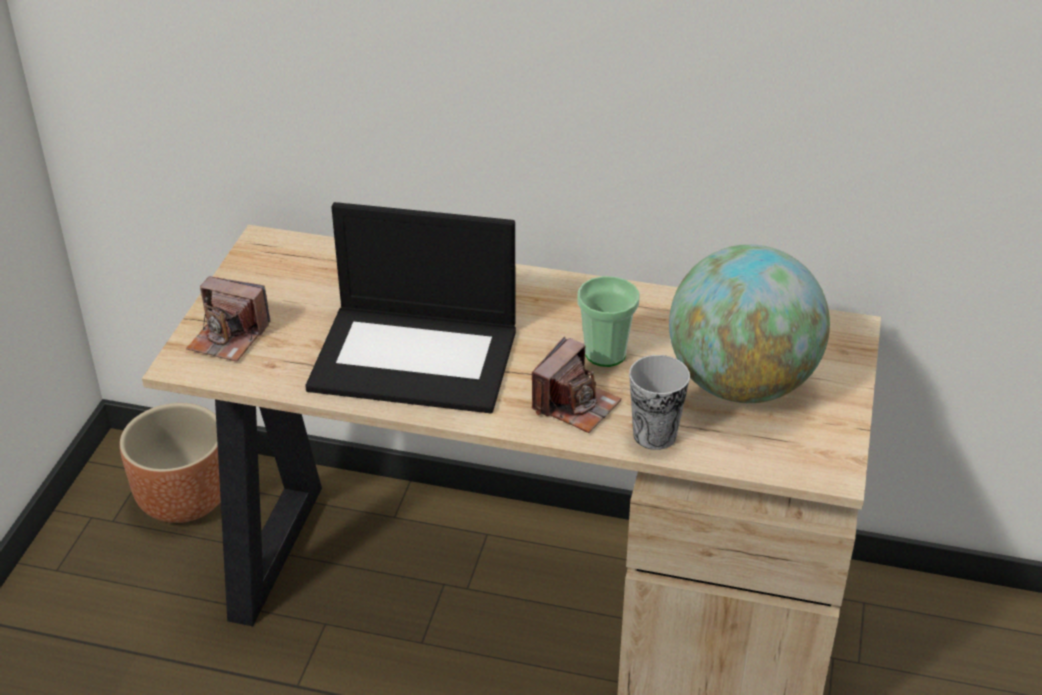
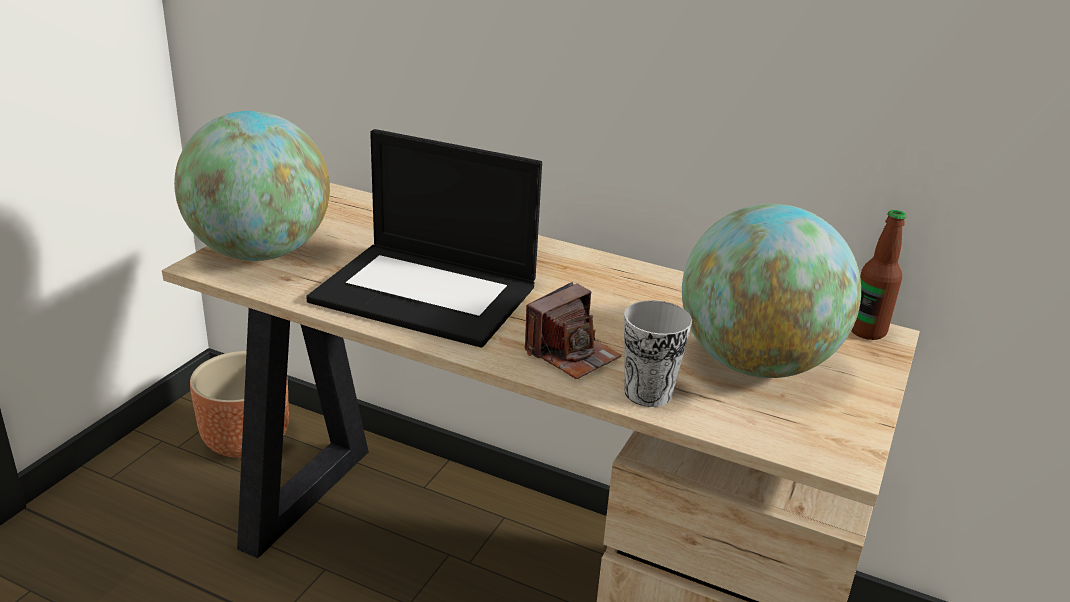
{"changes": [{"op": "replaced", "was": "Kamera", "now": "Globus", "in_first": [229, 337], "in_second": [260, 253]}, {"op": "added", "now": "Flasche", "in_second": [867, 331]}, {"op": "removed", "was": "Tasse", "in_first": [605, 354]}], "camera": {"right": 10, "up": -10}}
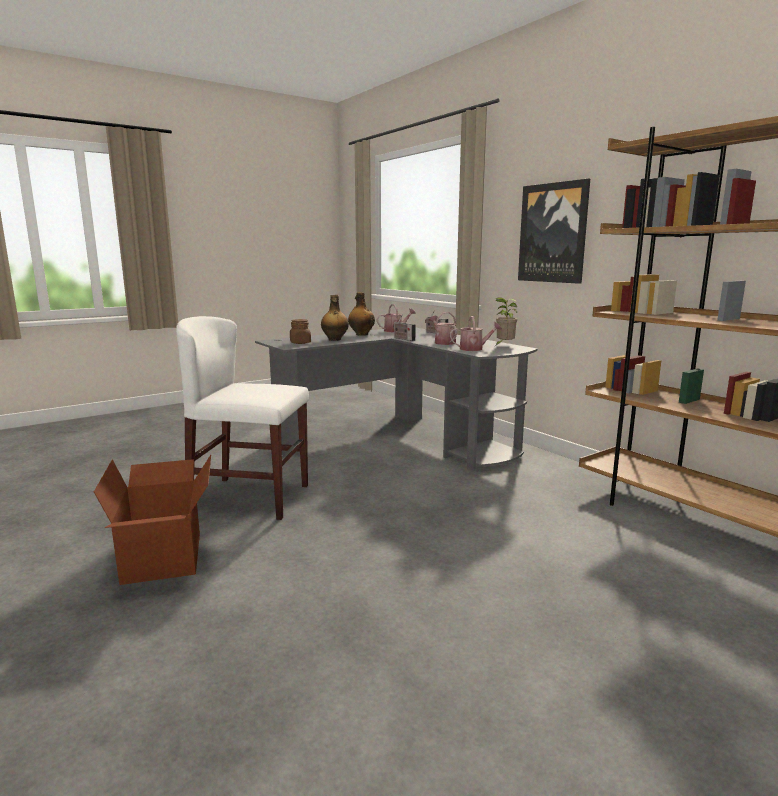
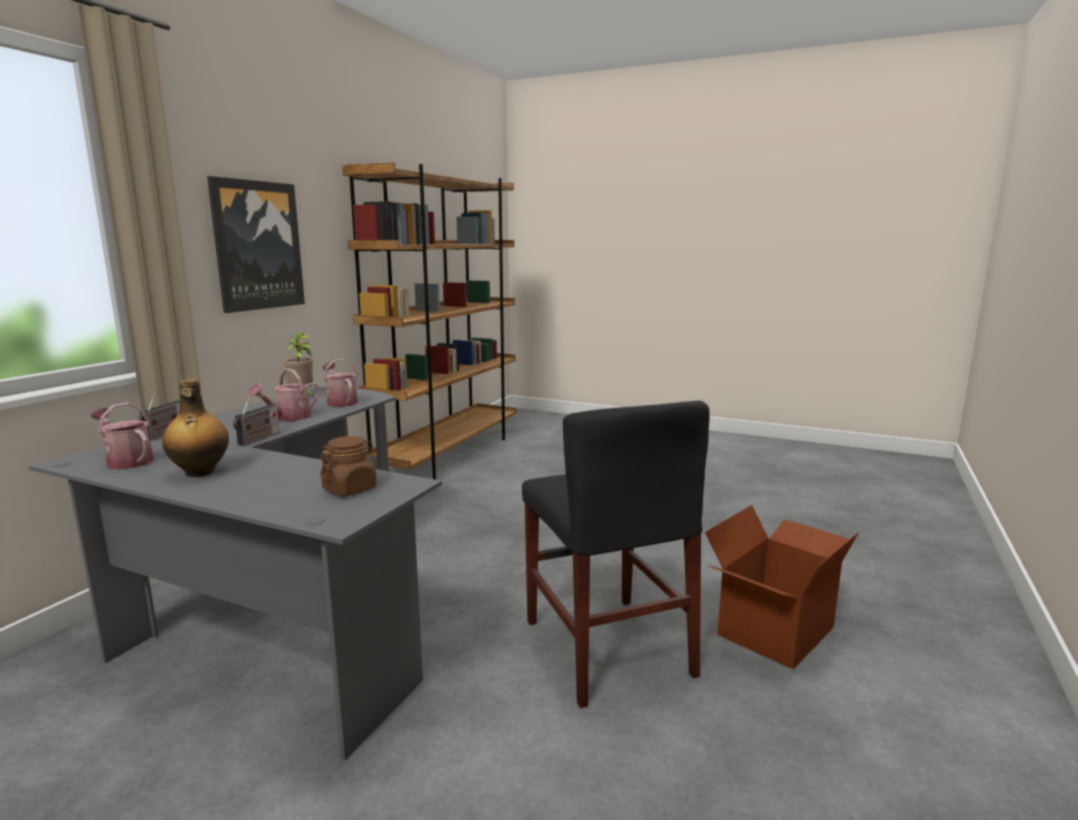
{"changes": [{"op": "recoloured", "was": "Stuhl (weiß)", "now": "Stuhl (schwarz)", "in_first": [250, 498], "in_second": [607, 647]}, {"op": "removed", "was": "Flasche", "in_first": [334, 339]}], "camera": {"right": -120, "up": 0}}
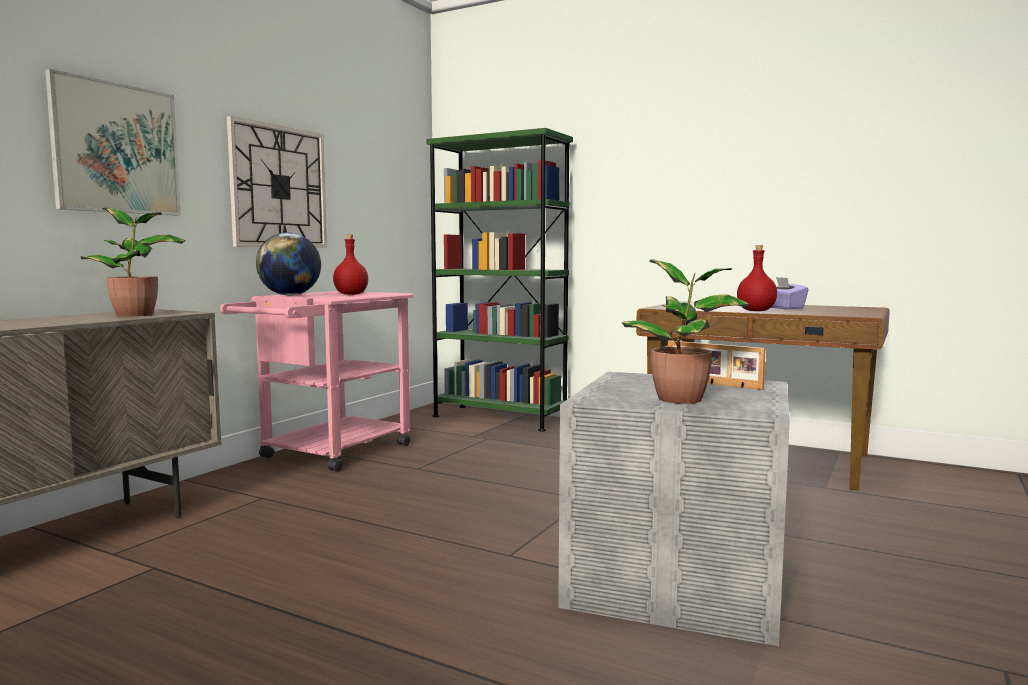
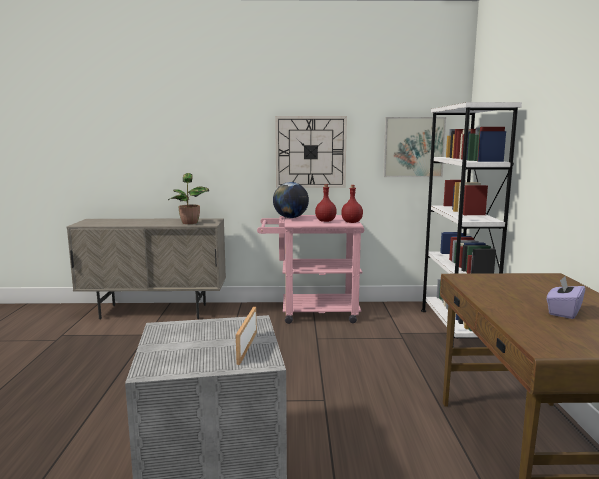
{"changes": [{"op": "moved", "was": "Flasche (rot)", "in_first": [756, 311], "in_second": [351, 222]}, {"op": "moved", "was": "Bild", "in_first": [116, 148], "in_second": [413, 147]}, {"op": "recoloured", "was": "Bücherregal (grün)", "now": "Bücherregal (weiß)", "in_first": [499, 418], "in_second": [455, 327]}, {"op": "removed", "was": "Topfpflanze", "in_first": [683, 399]}], "camera": {"right": 60, "up": 5}}
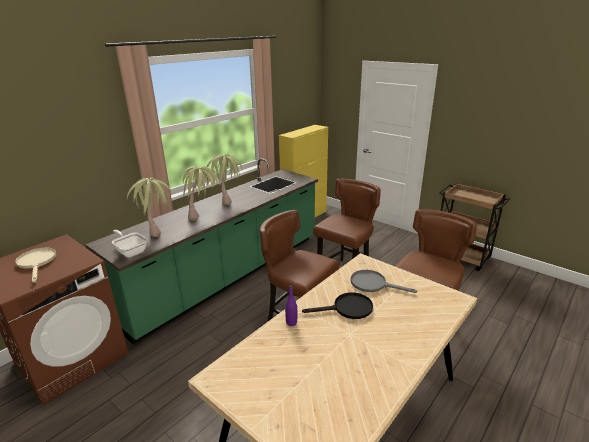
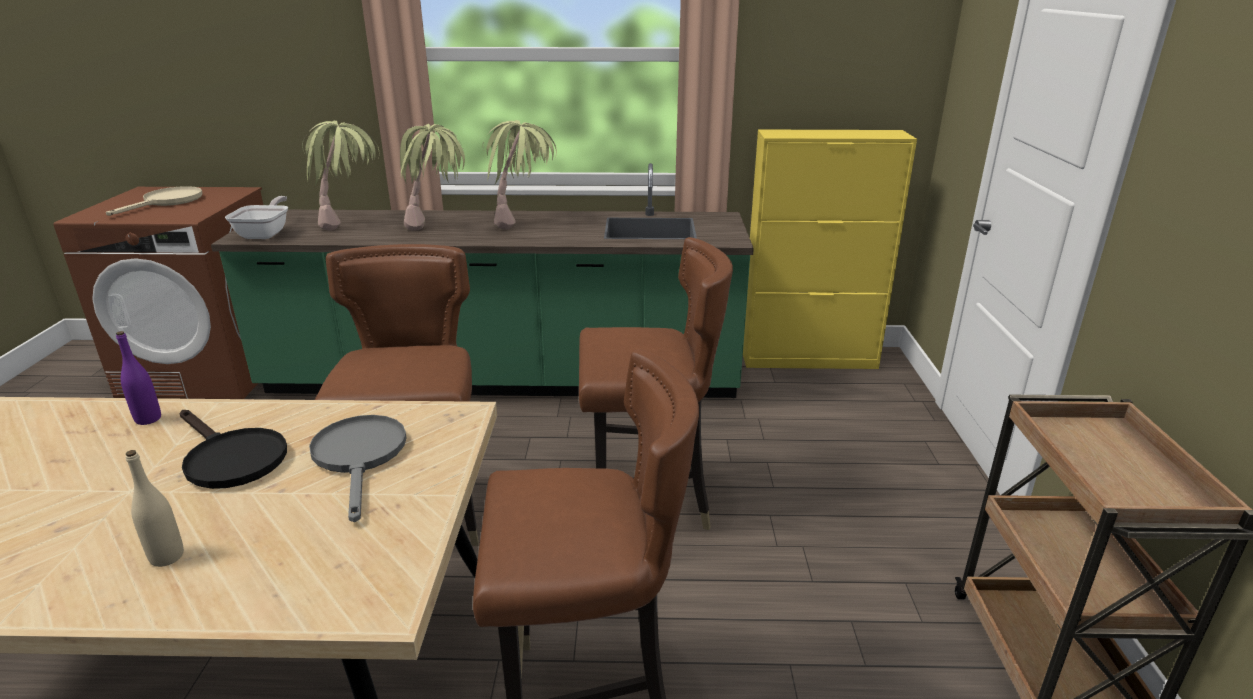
{"changes": [{"op": "added", "now": "Flasche (beige)", "in_second": [167, 557]}], "camera": {"right": 50, "up": 0}}
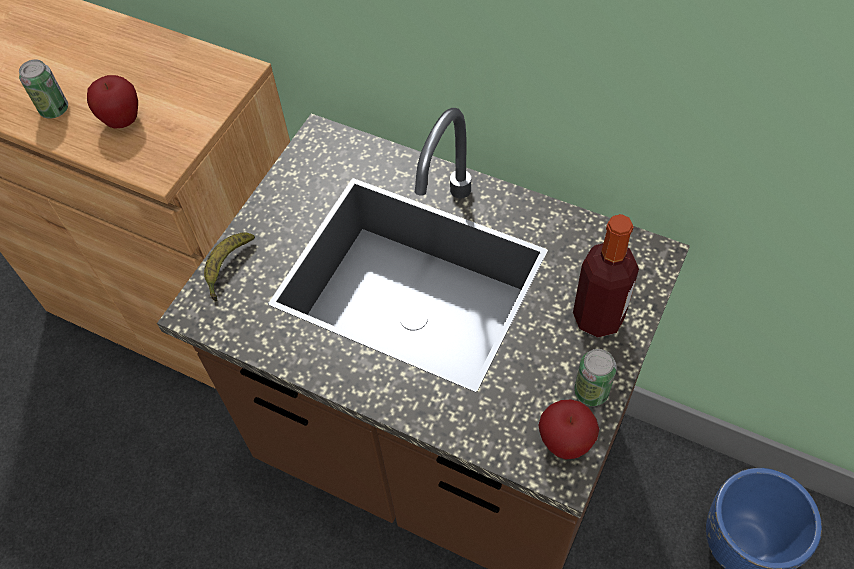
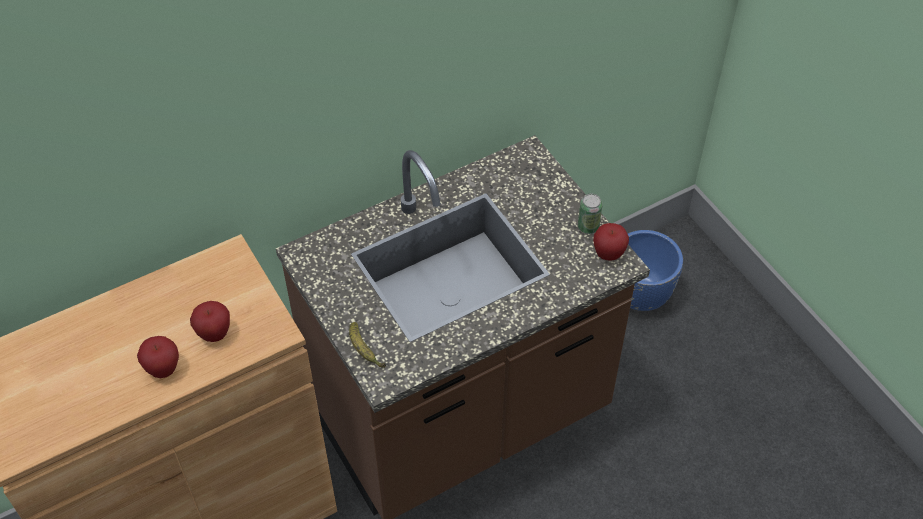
{"changes": [{"op": "replaced", "was": "Dose", "now": "Apfel", "in_first": [54, 109], "in_second": [163, 369]}, {"op": "removed", "was": "Flasche", "in_first": [598, 317]}], "camera": {"right": -60, "up": -5}}
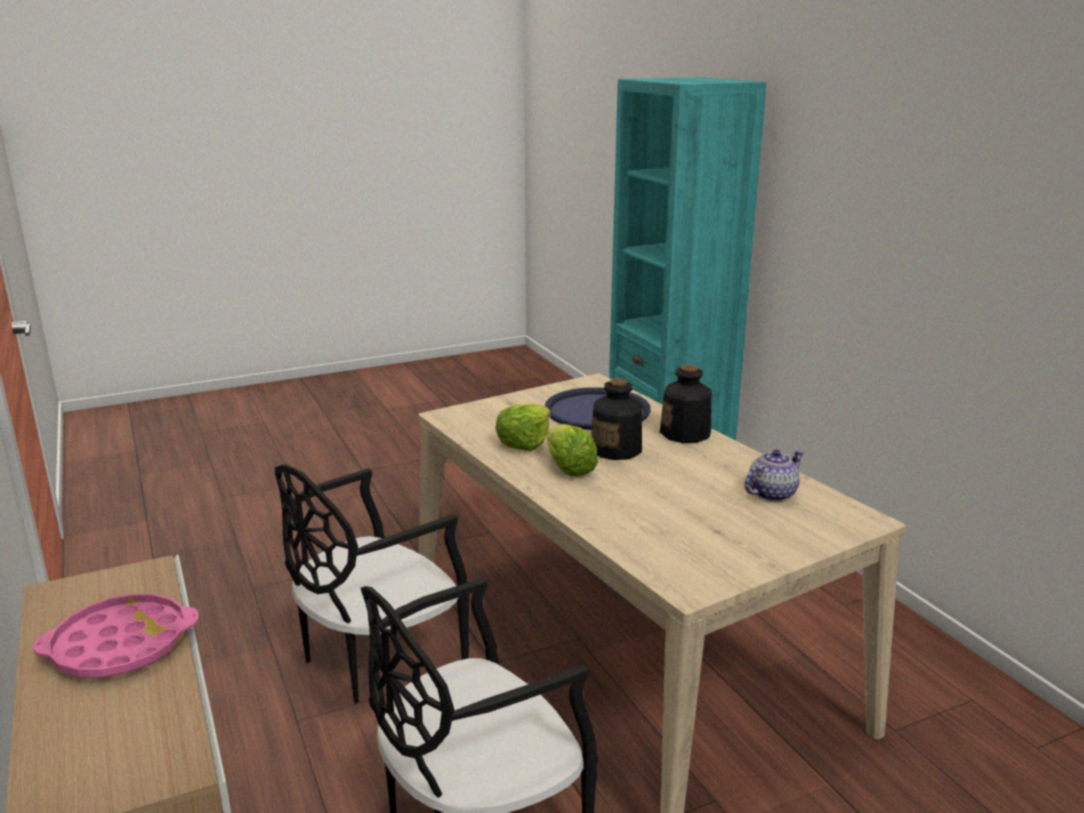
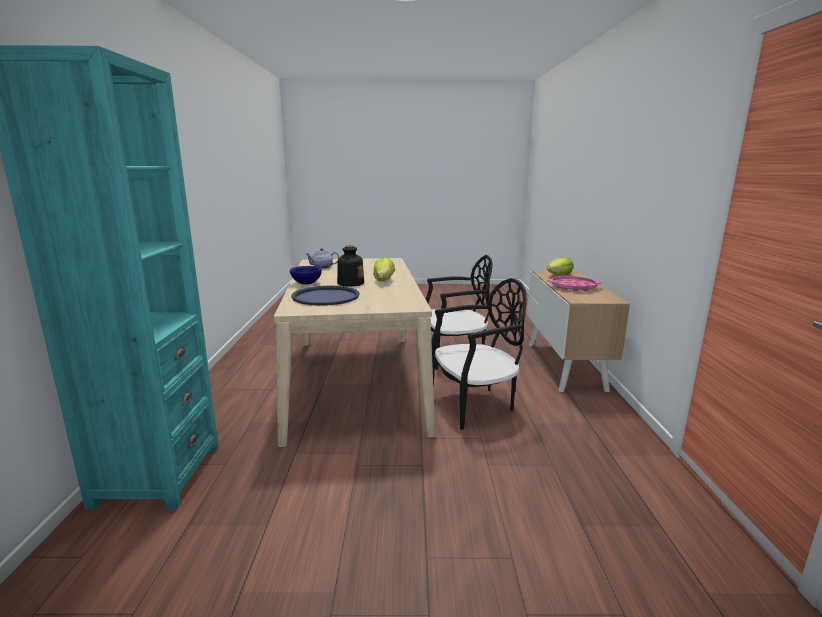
{"changes": [{"op": "replaced", "was": "Flasche", "now": "Schüssel (blau)", "in_first": [685, 433], "in_second": [306, 283]}, {"op": "moved", "was": "Salatkopf", "in_first": [524, 443], "in_second": [559, 275]}], "camera": {"right": -155, "up": -5}}
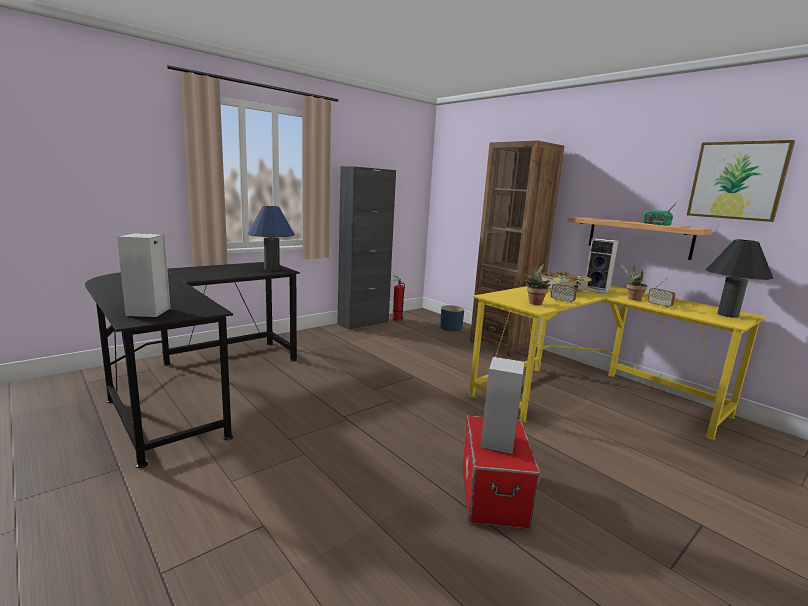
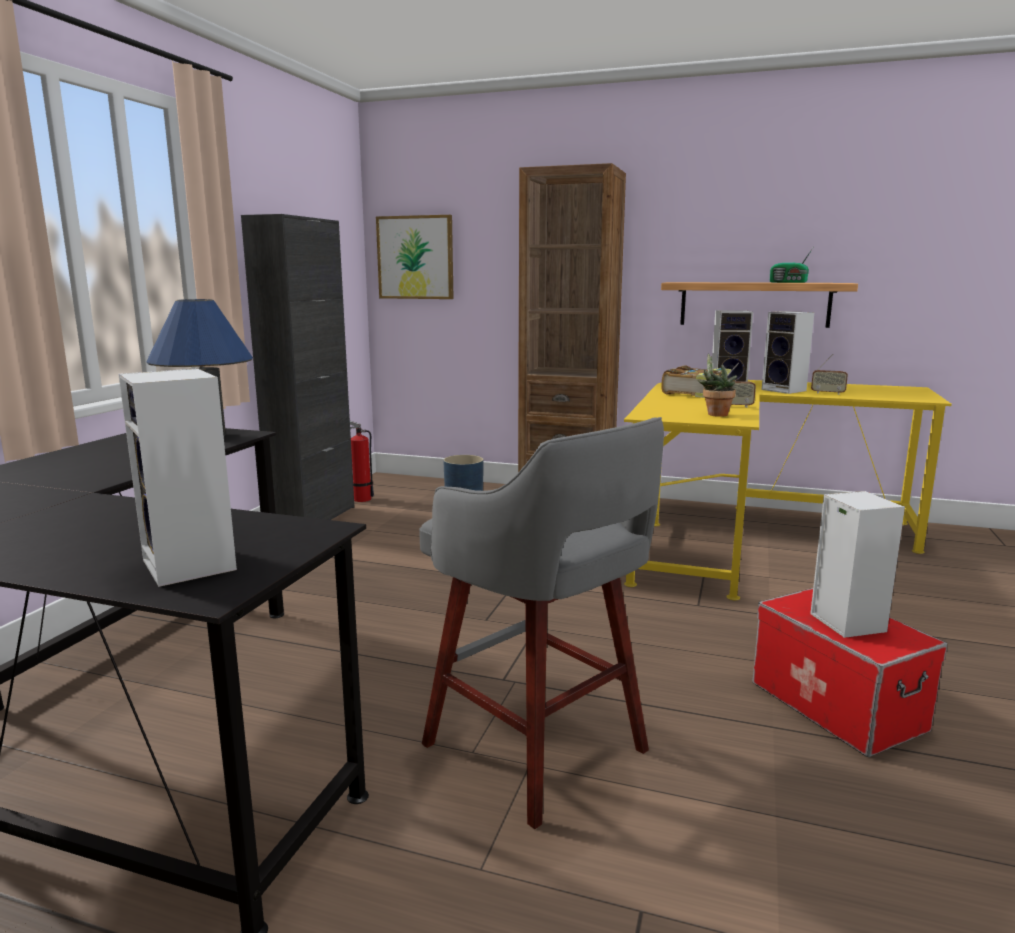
{"changes": [{"op": "moved", "was": "Bild", "in_first": [737, 180], "in_second": [415, 257]}, {"op": "added", "now": "Hocker (grau)", "in_second": [539, 751]}, {"op": "replaced", "was": "Topfpflanze", "now": "Lautsprecher", "in_first": [632, 299], "in_second": [785, 390]}, {"op": "removed", "was": "Tischlampe (schwarz)", "in_first": [727, 315]}], "camera": {"right": -30, "up": 0}}
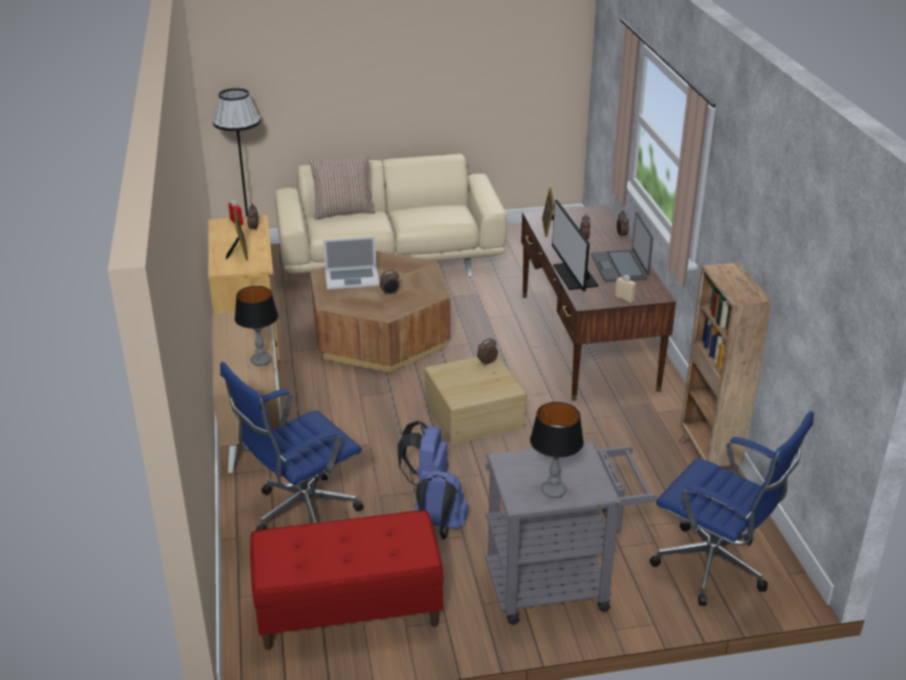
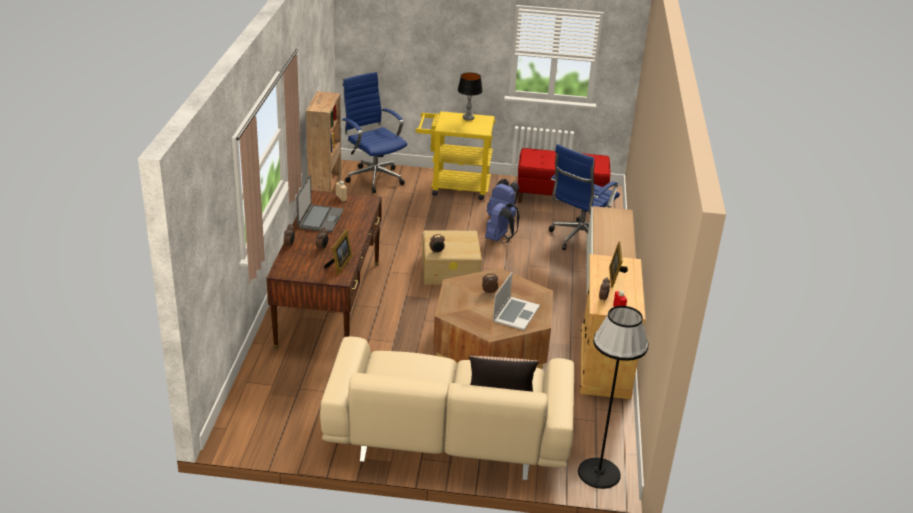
{"changes": [{"op": "recoloured", "was": "Rollwagen (grau)", "now": "Rollwagen (gelb)", "in_first": [559, 584], "in_second": [454, 187]}, {"op": "turned", "was": "Laptop", "in_first": [352, 278], "in_second": [515, 313], "clockwise": 105}, {"op": "turned", "was": "Bürostuhl (blau)", "in_first": [301, 514], "in_second": [578, 239], "clockwise": 150}, {"op": "removed", "was": "Tischlampe", "in_first": [261, 361]}, {"op": "removed", "was": "Monitor", "in_first": [574, 276]}], "camera": {"right": -165, "up": 0}}
